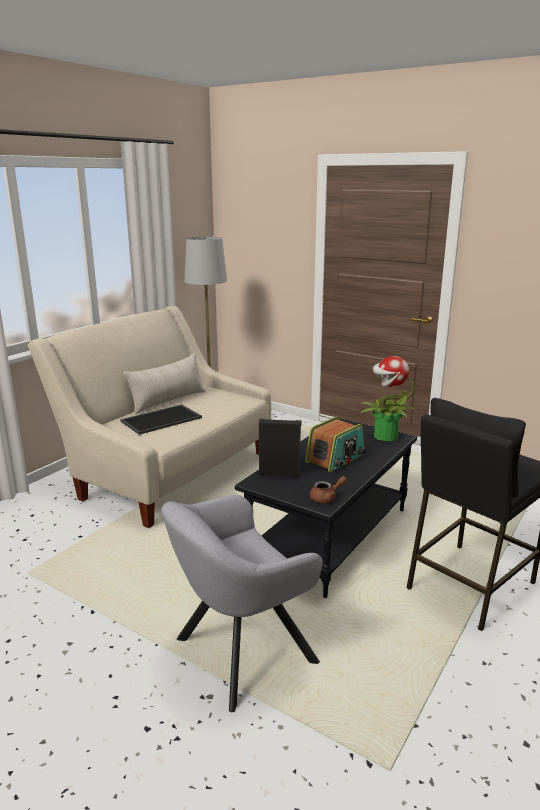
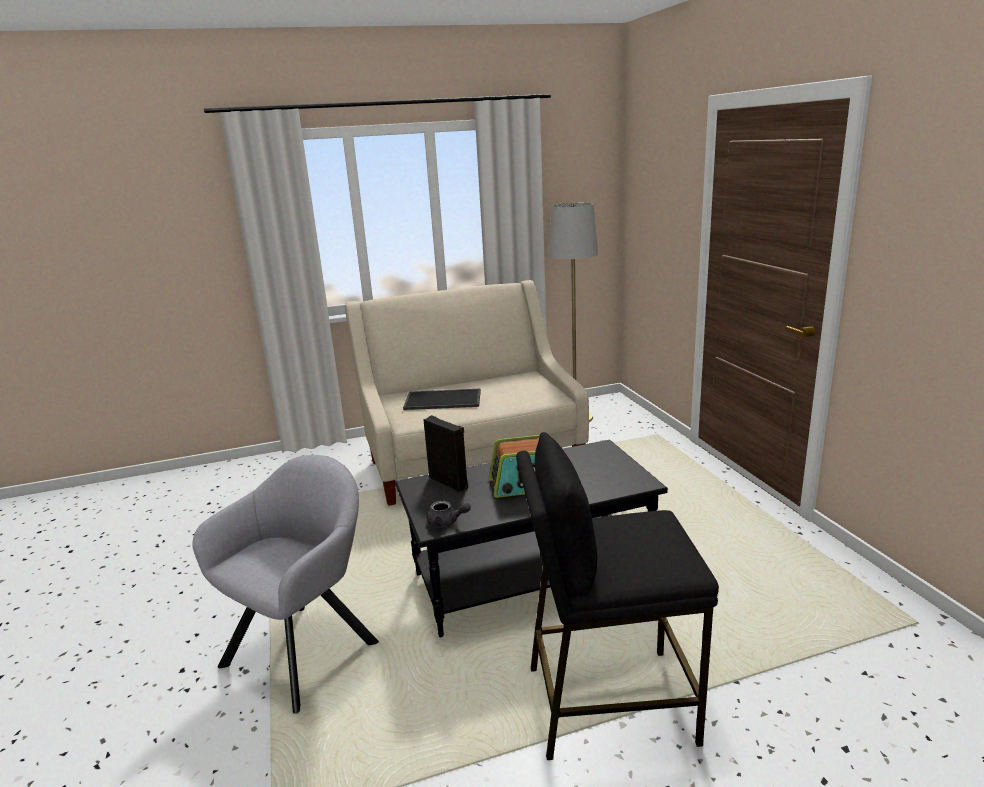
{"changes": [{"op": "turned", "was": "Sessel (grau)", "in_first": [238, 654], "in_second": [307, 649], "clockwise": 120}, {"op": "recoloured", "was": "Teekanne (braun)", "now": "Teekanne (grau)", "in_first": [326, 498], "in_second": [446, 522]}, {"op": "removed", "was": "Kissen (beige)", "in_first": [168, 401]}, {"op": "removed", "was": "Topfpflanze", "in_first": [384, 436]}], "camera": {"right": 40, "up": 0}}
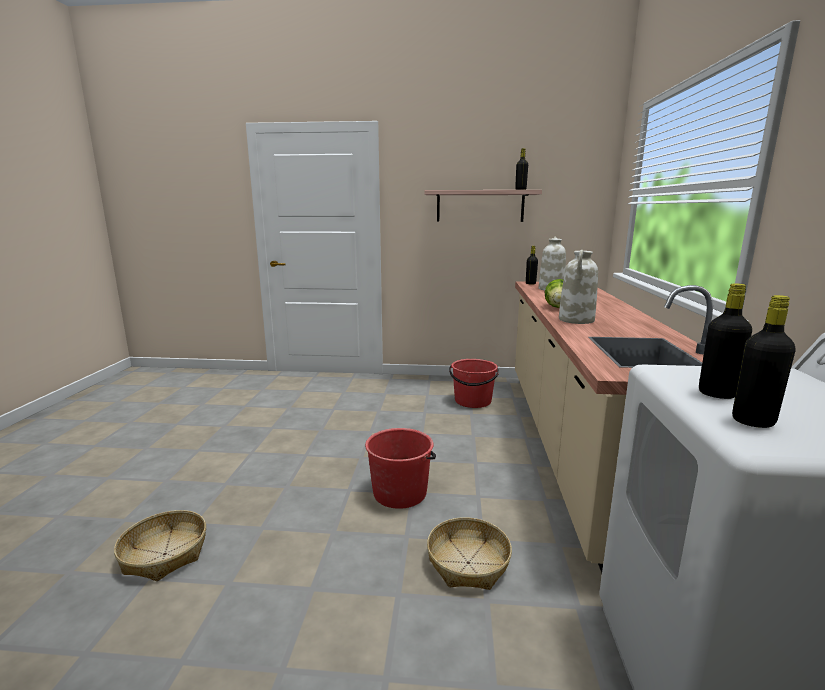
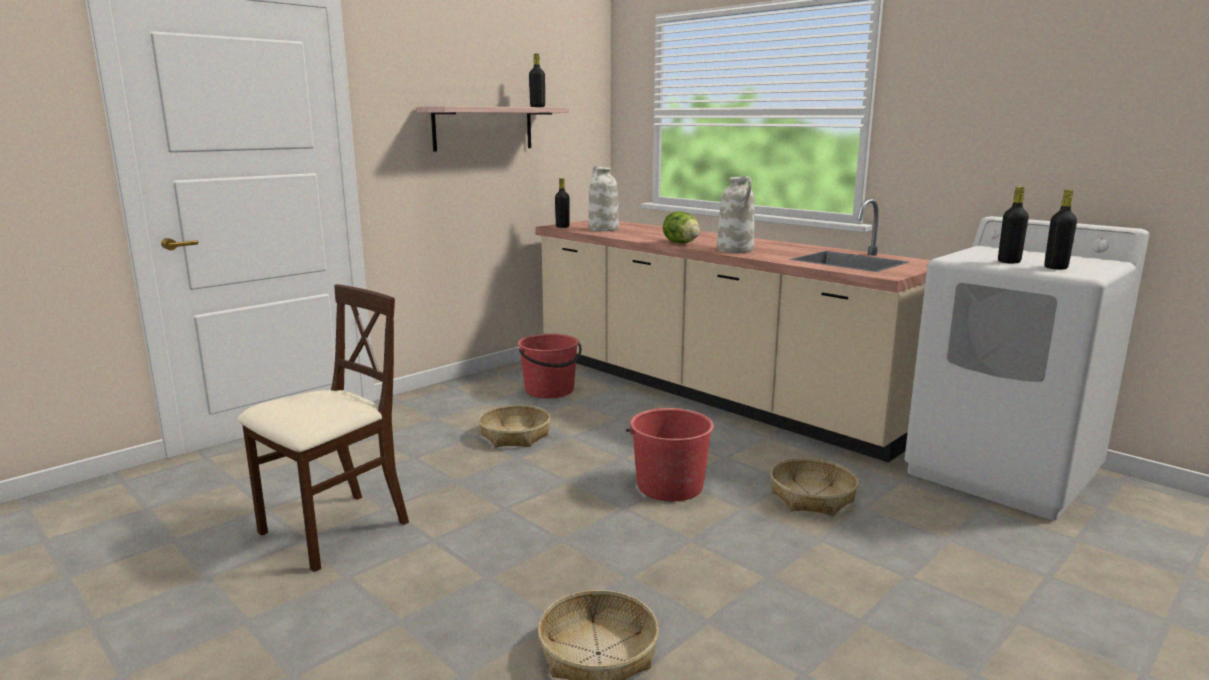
{"changes": [{"op": "added", "now": "Stuhl (beige)", "in_second": [334, 530]}, {"op": "added", "now": "Korb", "in_second": [515, 435]}], "camera": {"right": -50, "up": 0}}
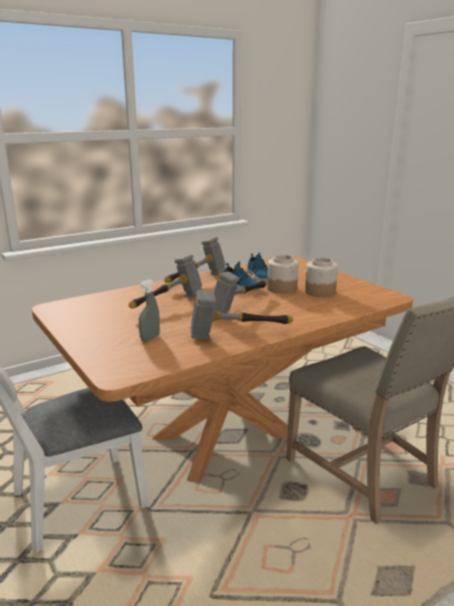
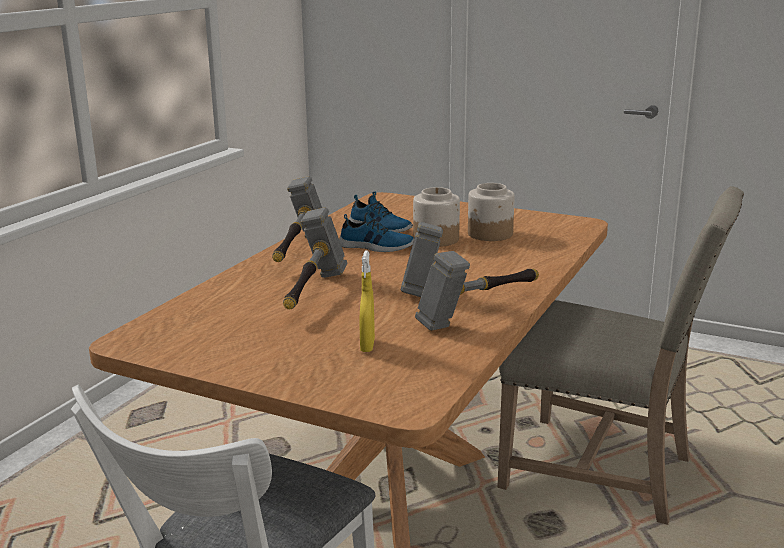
{"changes": [{"op": "recoloured", "was": "Sprühflasche (grau)", "now": "Sprühflasche (gelb)", "in_first": [150, 338], "in_second": [367, 346]}], "camera": {"right": -30, "up": 0}}
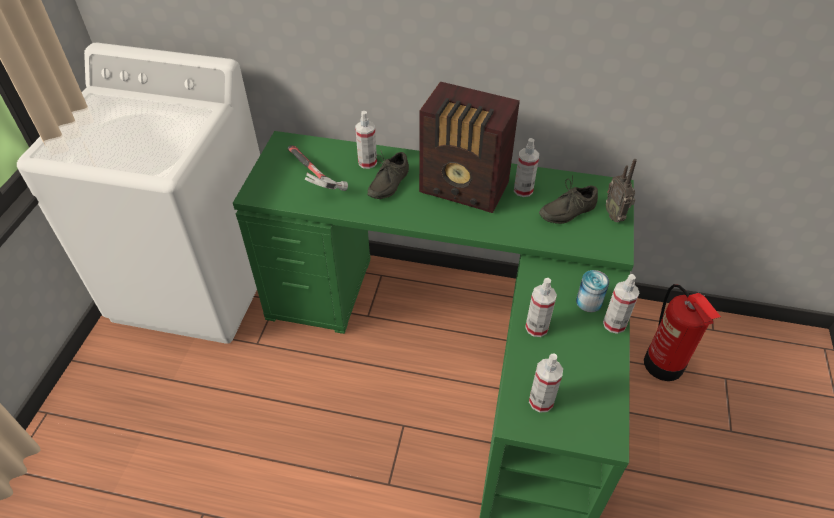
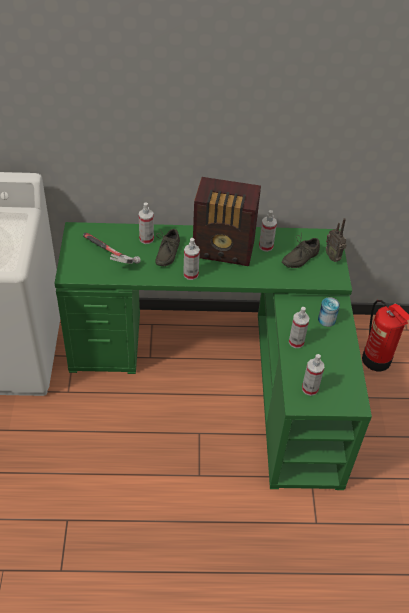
{"changes": [{"op": "moved", "was": "Sprühflasche", "in_first": [614, 324], "in_second": [190, 274]}], "camera": {"right": -15, "up": 0}}
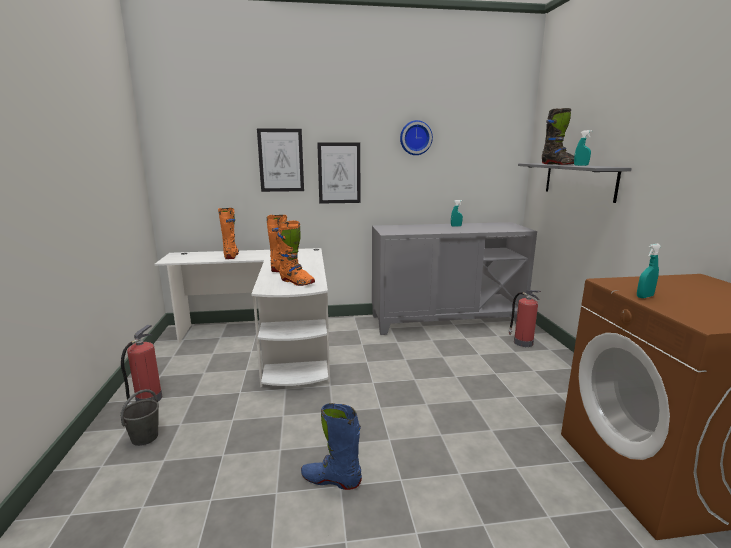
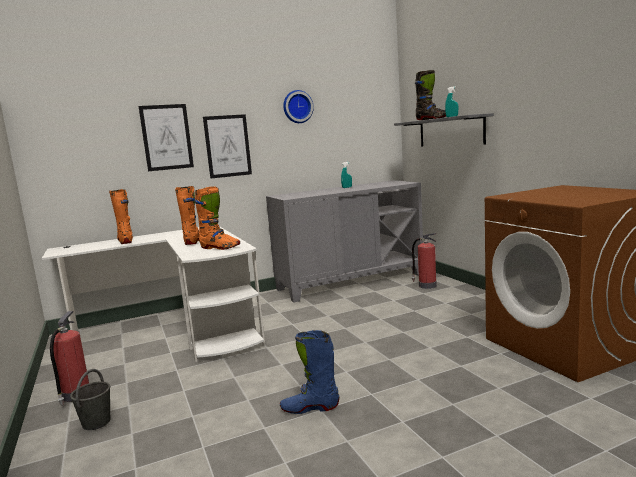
{"changes": [{"op": "removed", "was": "Sprühflasche (türkis)", "in_first": [644, 297]}], "camera": {"right": -15, "up": -5}}
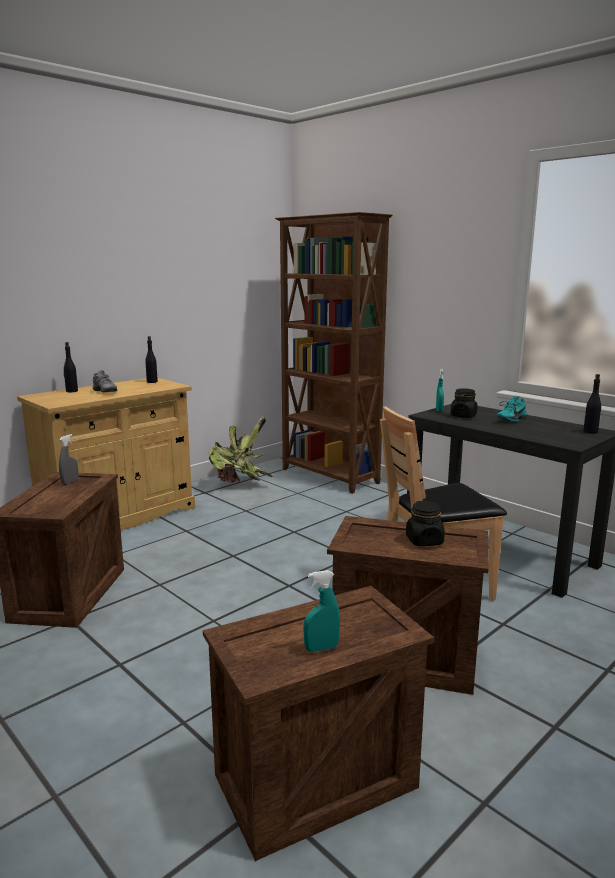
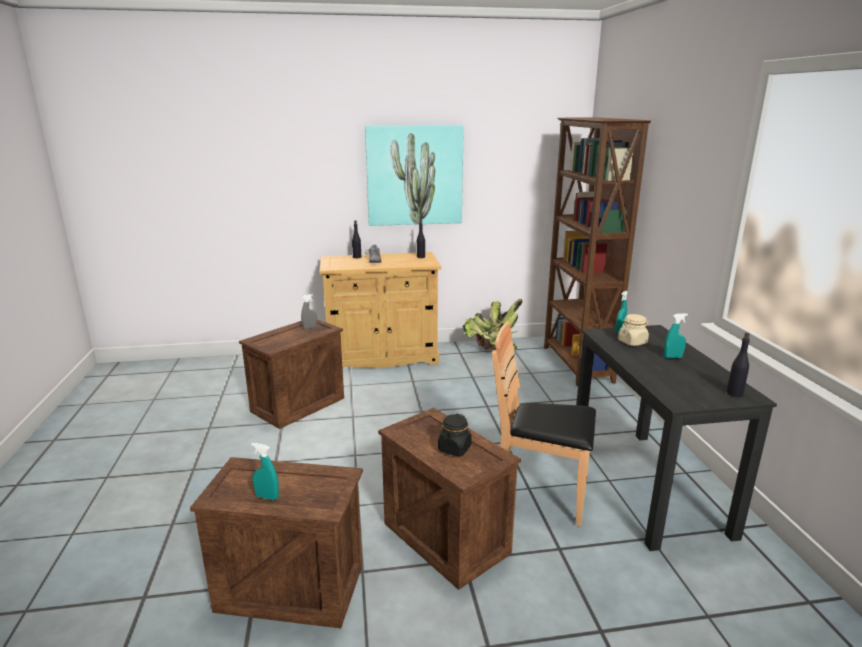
{"changes": [{"op": "added", "now": "Bild", "in_second": [414, 175]}, {"op": "recoloured", "was": "Vorratsglas (schwarz)", "now": "Vorratsglas (beige)", "in_first": [463, 416], "in_second": [632, 342]}, {"op": "replaced", "was": "Schuh (türkis)", "now": "Sprühflasche (türkis)", "in_first": [510, 419], "in_second": [672, 357]}], "camera": {"right": 35, "up": 5}}
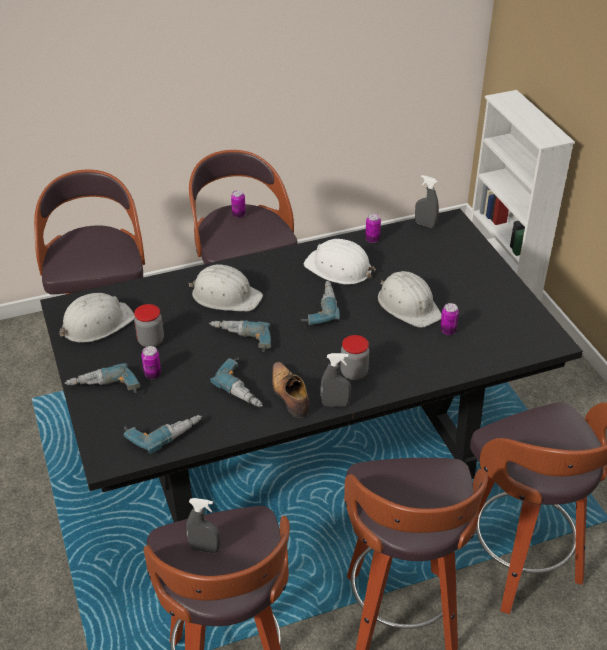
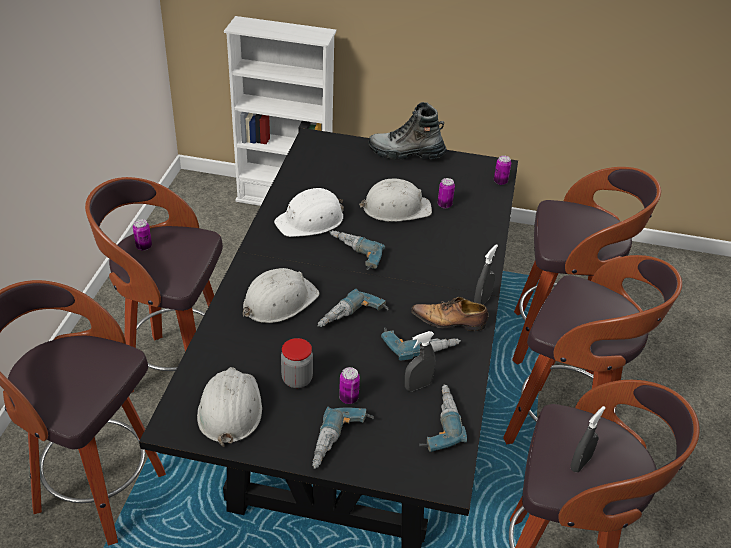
{"changes": [{"op": "added", "now": "Stiefel", "in_second": [406, 153]}, {"op": "moved", "was": "Sprühflasche (grau)", "in_first": [425, 224], "in_second": [418, 386]}, {"op": "moved", "was": "Dose", "in_first": [372, 239], "in_second": [500, 181]}, {"op": "removed", "was": "Vorratsglas", "in_first": [354, 373]}], "camera": {"right": -60, "up": 0}}
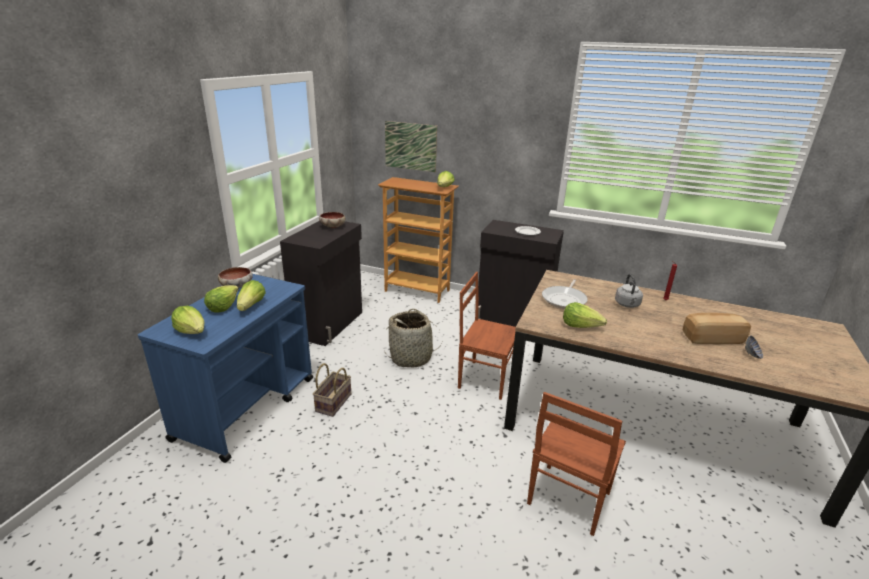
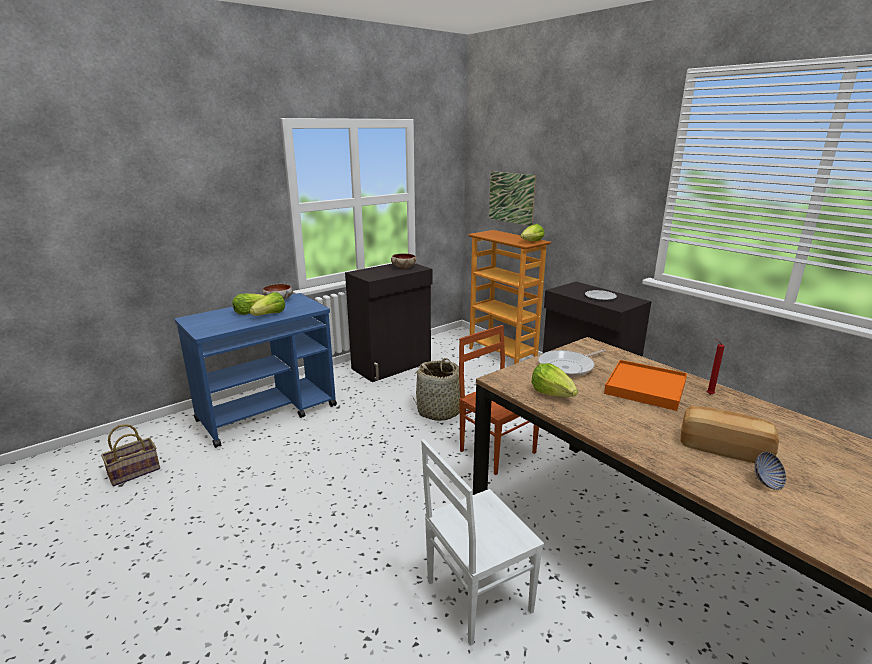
{"changes": [{"op": "moved", "was": "Korb", "in_first": [333, 402], "in_second": [135, 471]}, {"op": "recoloured", "was": "Stuhl (braun)", "now": "Stuhl (weiß)", "in_first": [567, 499], "in_second": [476, 596]}, {"op": "replaced", "was": "Wasserkessel (grau)", "now": "Tablett (orange)", "in_first": [627, 305], "in_second": [645, 388]}, {"op": "removed", "was": "Salatkopf", "in_first": [192, 331]}], "camera": {"right": 30, "up": -5}}
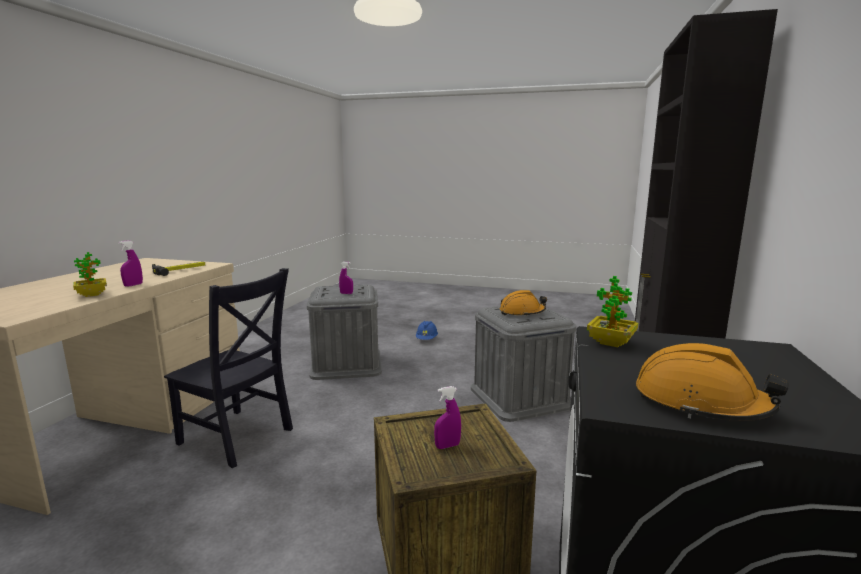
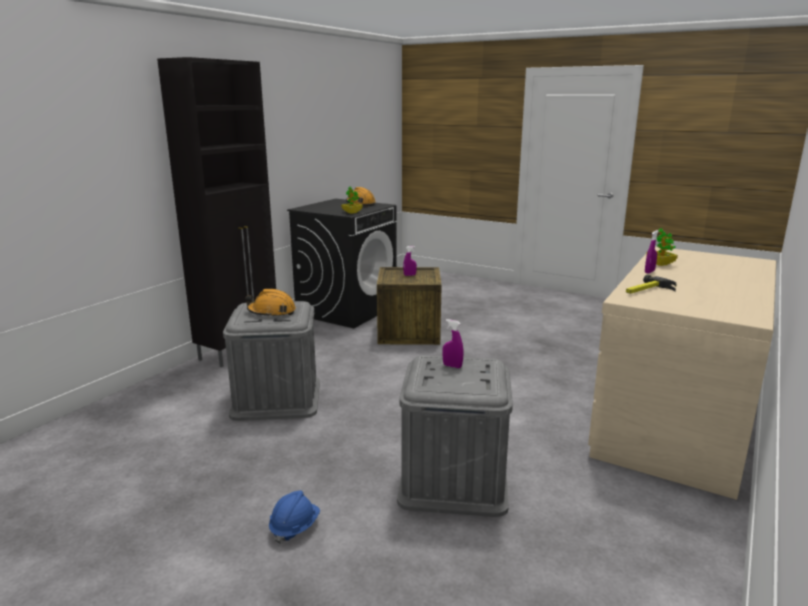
{"changes": [{"op": "removed", "was": "Stuhl (schwarz)", "in_first": [238, 438]}], "camera": {"right": -165, "up": 5}}
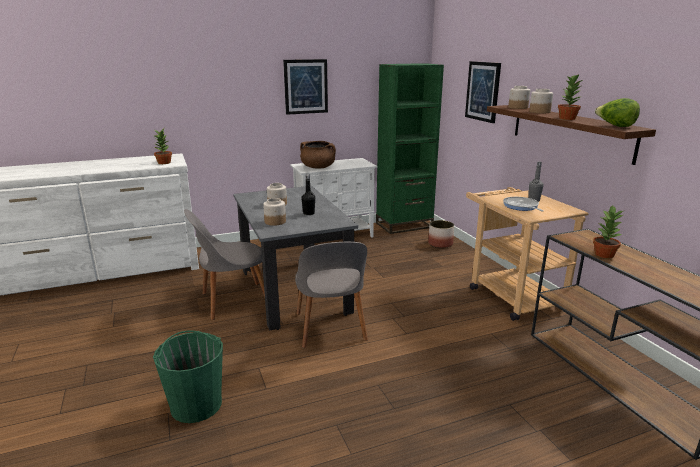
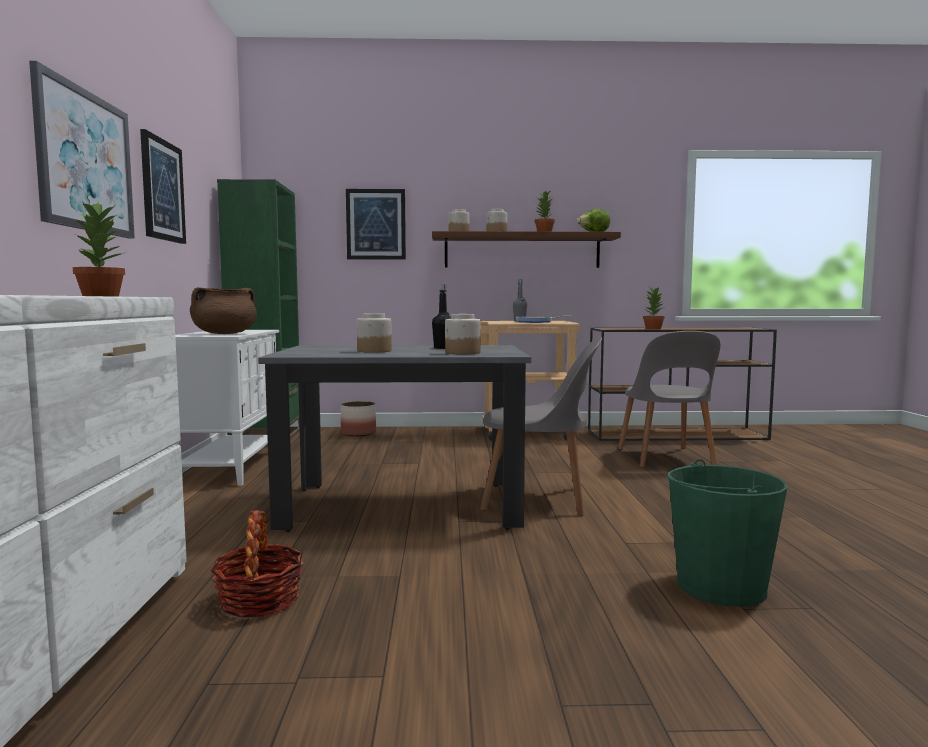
{"changes": [{"op": "added", "now": "Bild", "in_second": [85, 161]}, {"op": "added", "now": "Korb", "in_second": [259, 600]}, {"op": "moved", "was": "Stuhl (grau)", "in_first": [232, 301], "in_second": [666, 458]}], "camera": {"right": -70, "up": -15}}
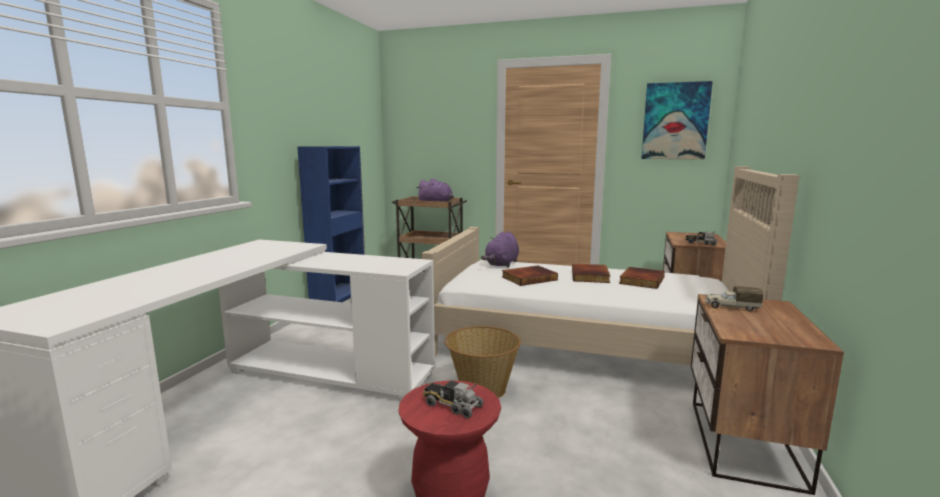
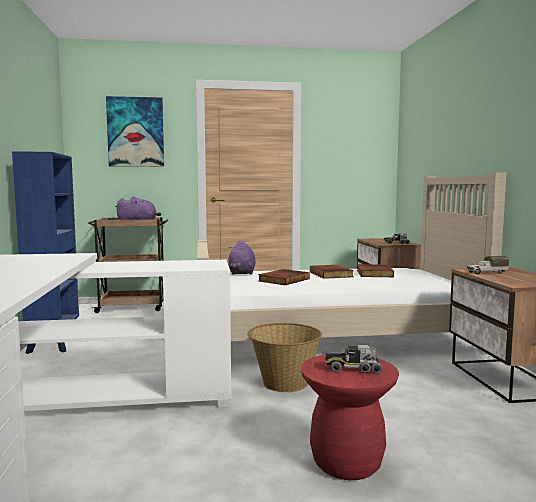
{"changes": [{"op": "moved", "was": "Bild", "in_first": [675, 121], "in_second": [135, 132]}], "camera": {"right": -25, "up": -5}}
